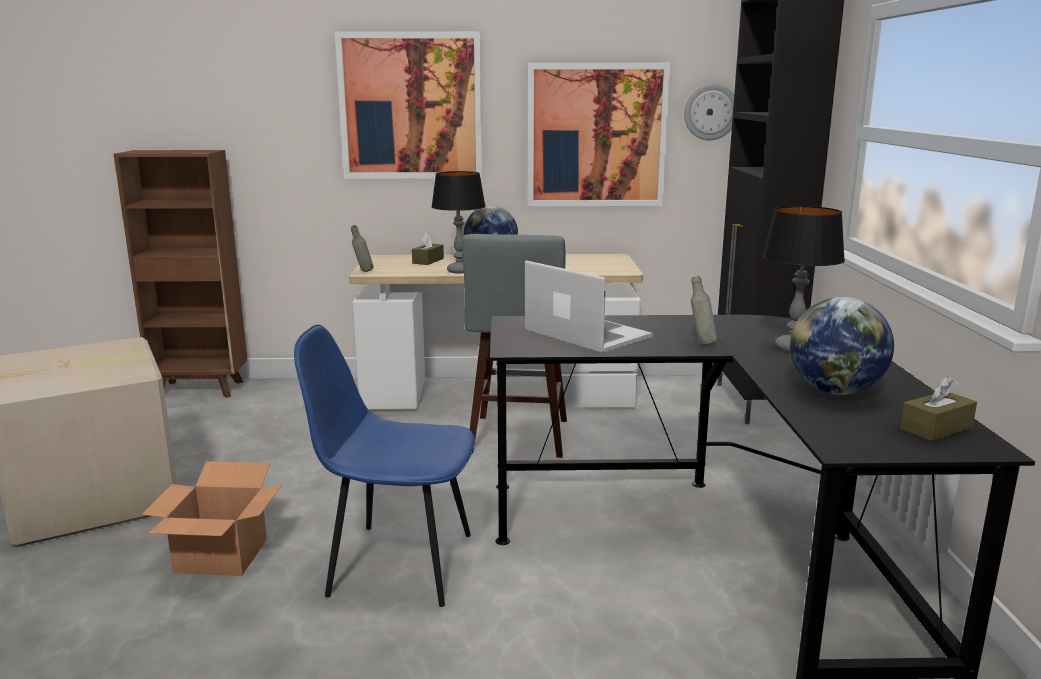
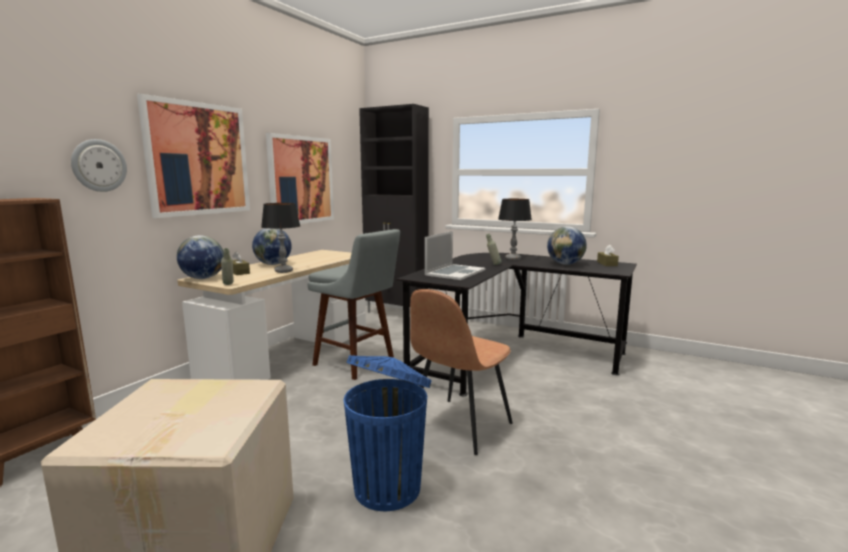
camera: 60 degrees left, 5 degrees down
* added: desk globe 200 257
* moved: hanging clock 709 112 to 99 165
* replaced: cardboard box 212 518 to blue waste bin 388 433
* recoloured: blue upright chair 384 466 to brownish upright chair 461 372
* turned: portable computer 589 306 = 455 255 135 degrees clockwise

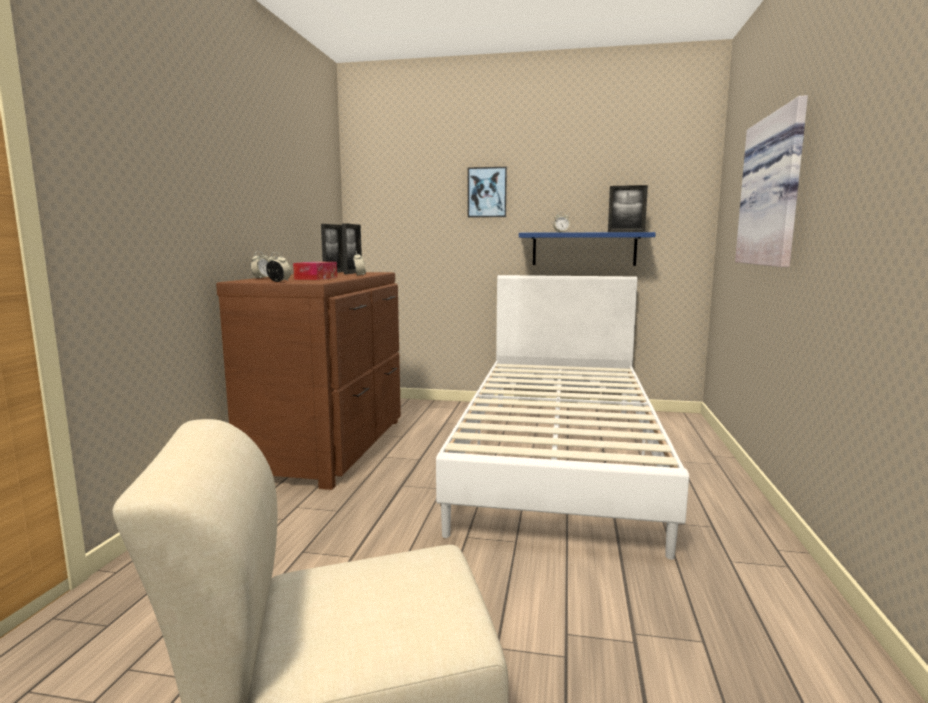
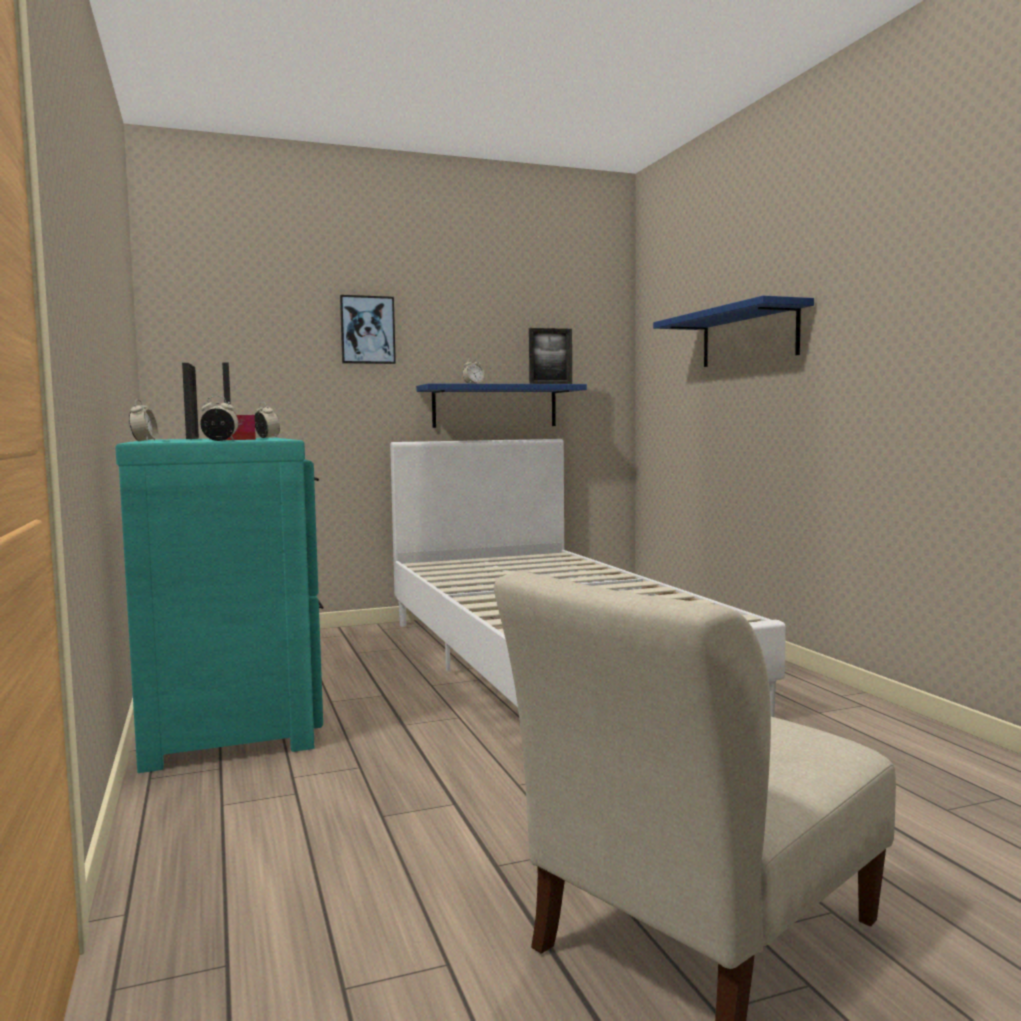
camera: 30 degrees left, 5 degrees down
* replaced: wall picture 771 181 to blue shelf 733 331
* recoloured: brownish dresser 308 381 to turquoise-coloured dresser 219 605

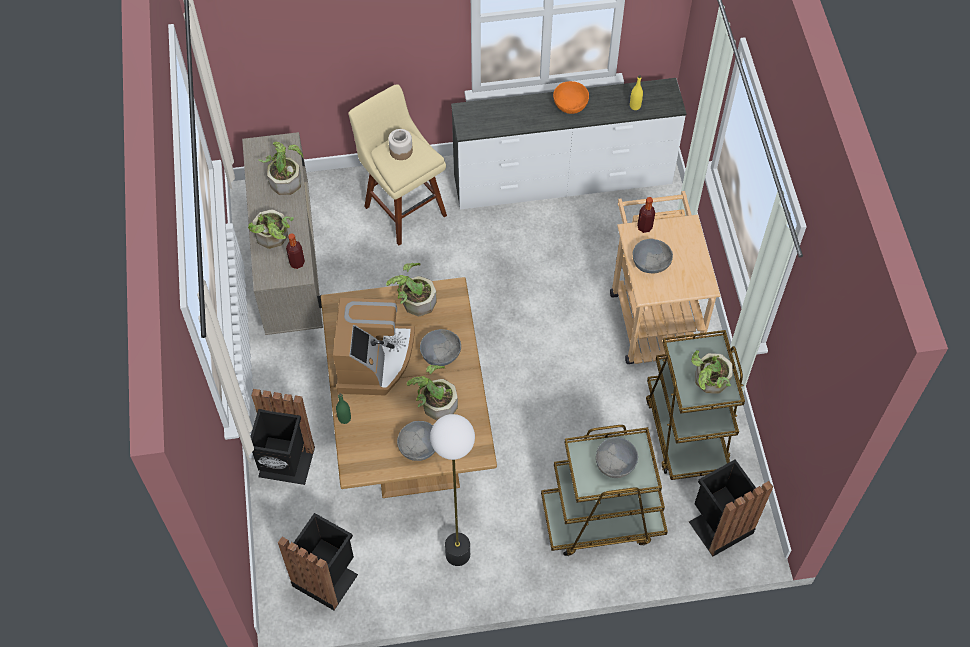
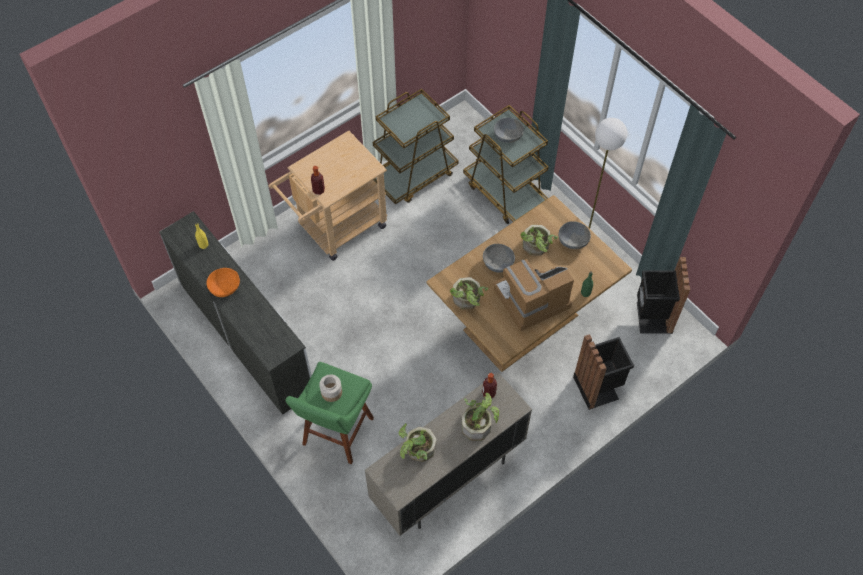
camera: 120 degrees left, 0 degrees up
* removed: gray deep dish 653 256
* removed: black waste bin 731 508
* removed: houseplant 712 372
* recoloured: sand-coloured stool seat 397 164 to green-coloured stool seat 329 413

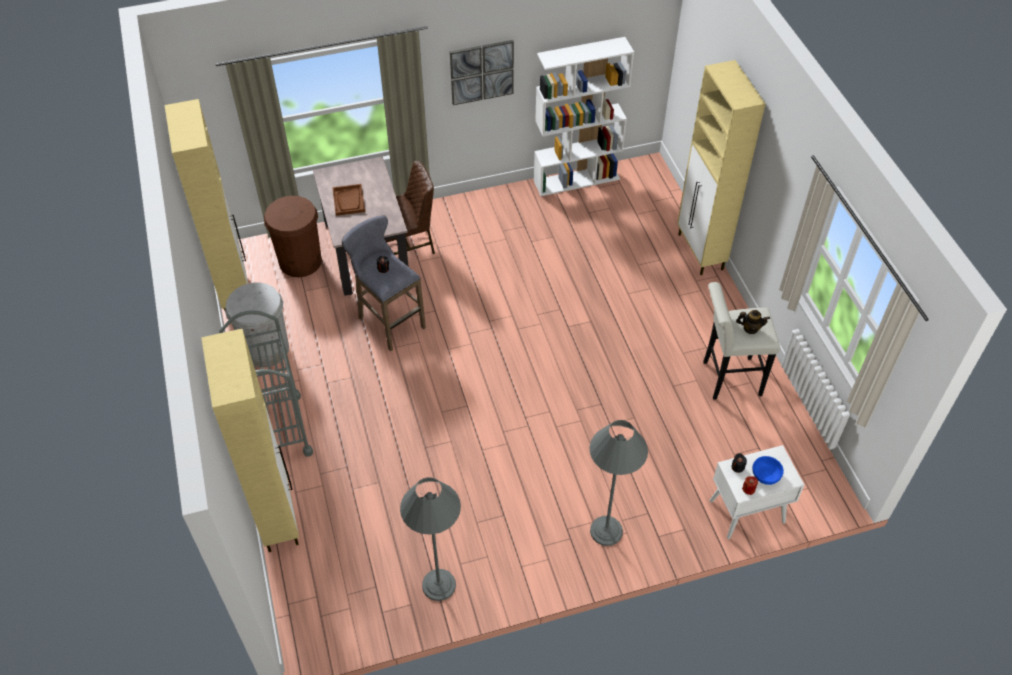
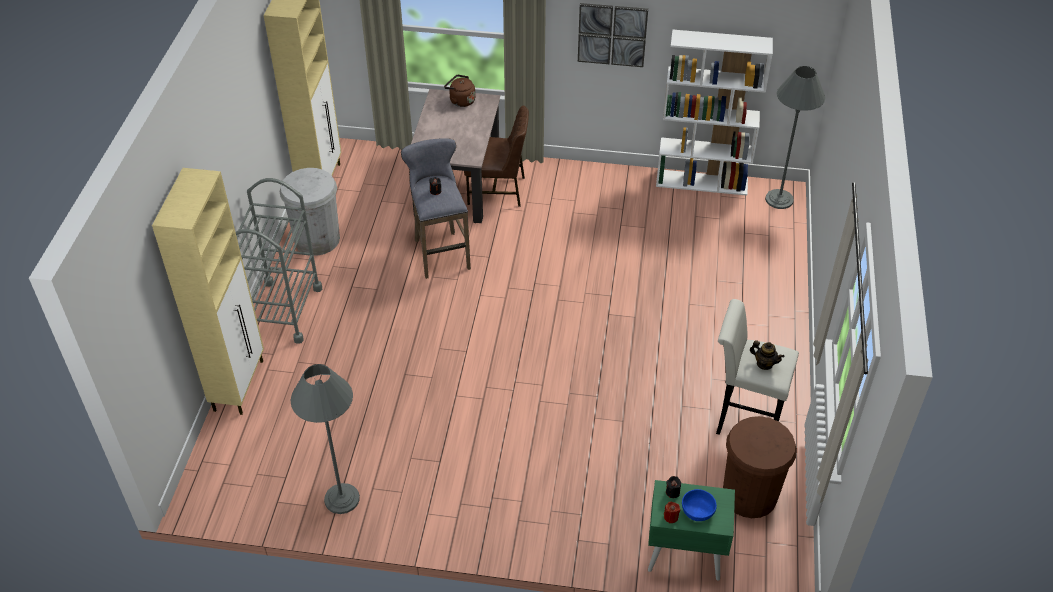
camera: 25 degrees right, 5 degrees down
* removed: brownish serving tray 348 200
* removed: sand-coloured cabinet 721 167
* added: brownish kettle 459 91
* moved: brownish waste bin 293 236 to 760 467
* moved: gray standard lamp 618 483 to 795 137
* recoloured: whitish nightstand 756 492 to green-coloured nightstand 691 530

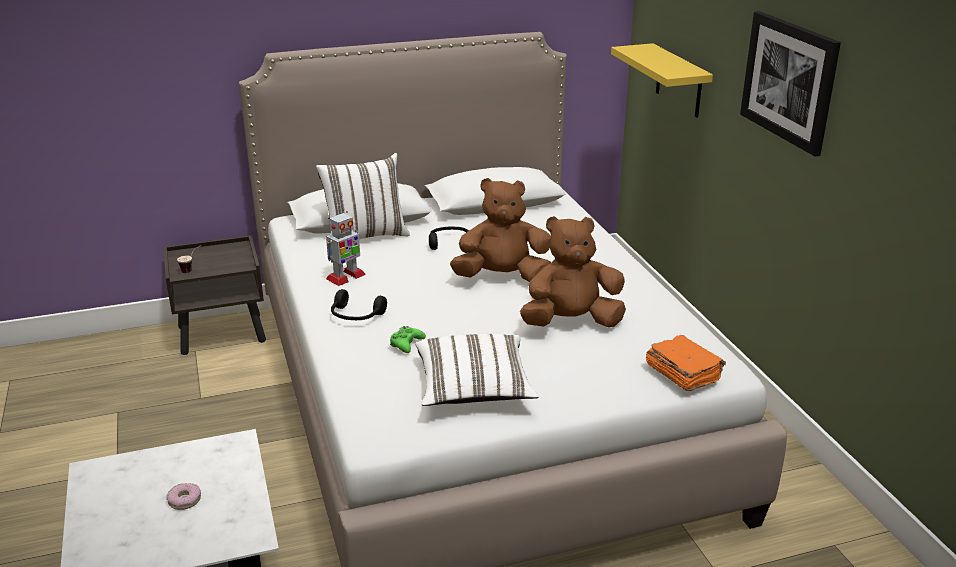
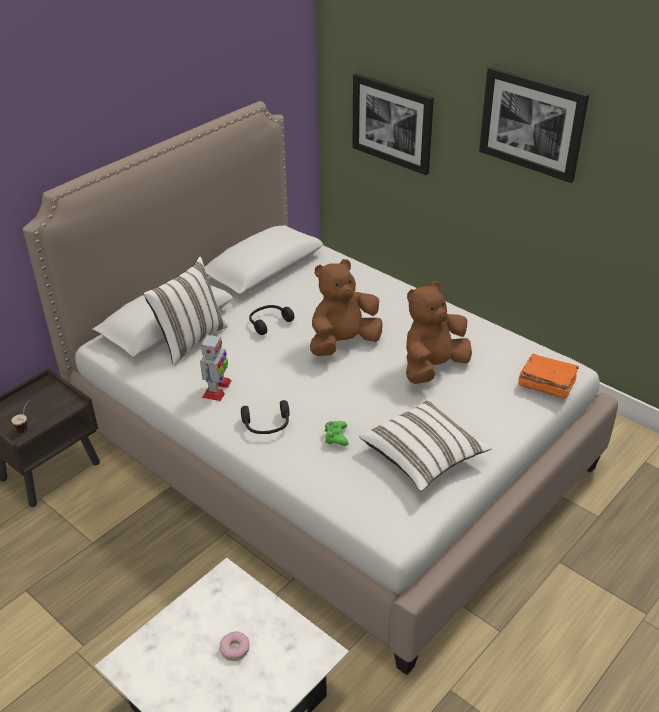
camera: 30 degrees left, 10 degrees up
* replaced: yellowish shelf 662 80 to wall picture 393 124

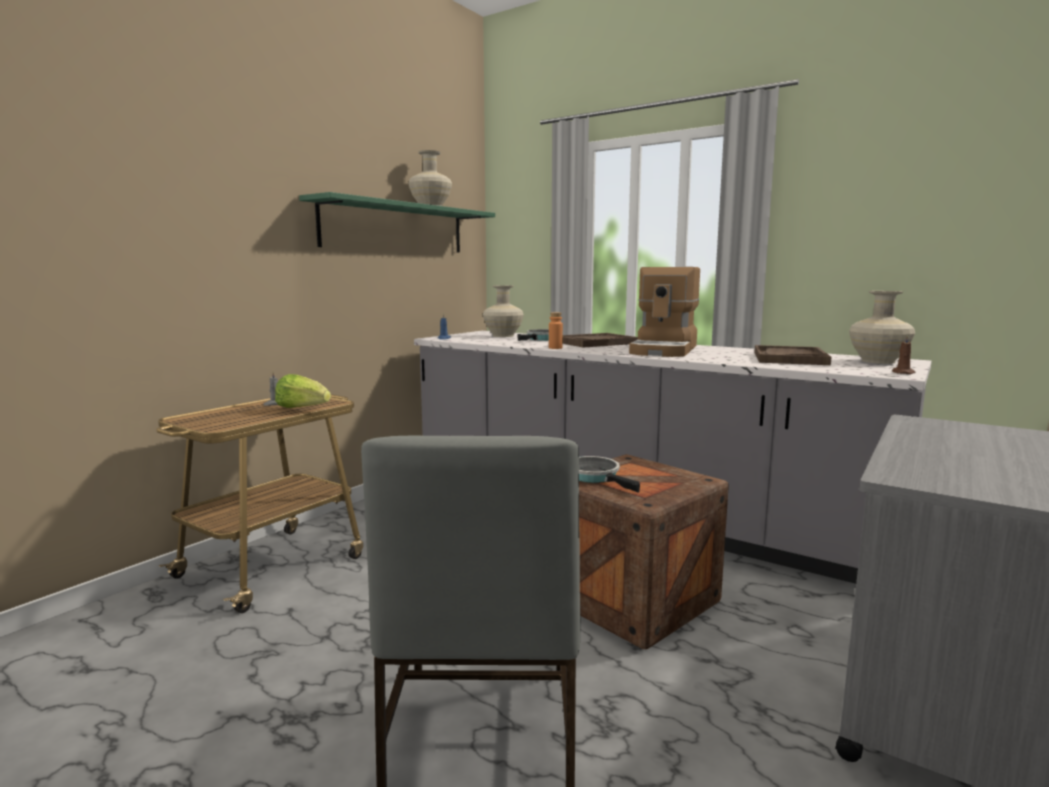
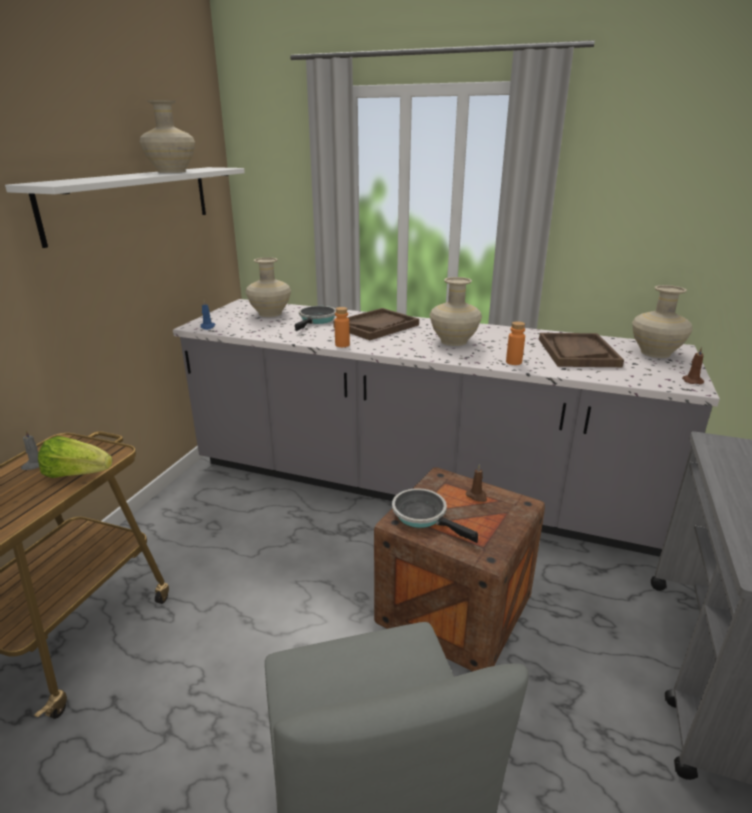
camera: 15 degrees left, 15 degrees up
* added: brownish wax candle 476 483
* added: orangey bottle 515 343
* replaced: coffee maker 664 312 to sand-coloured decorative vase 456 311
* recoloured: green-coloured shelf 397 222 to whitish shelf 125 207

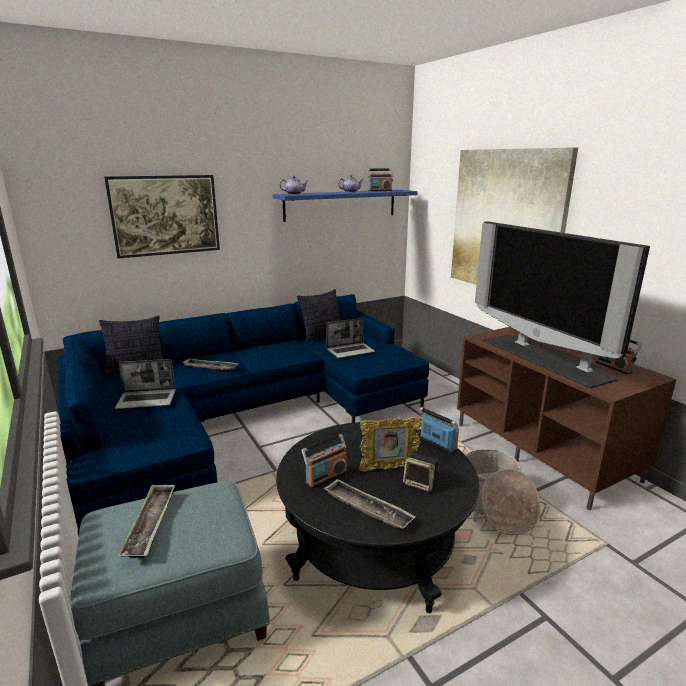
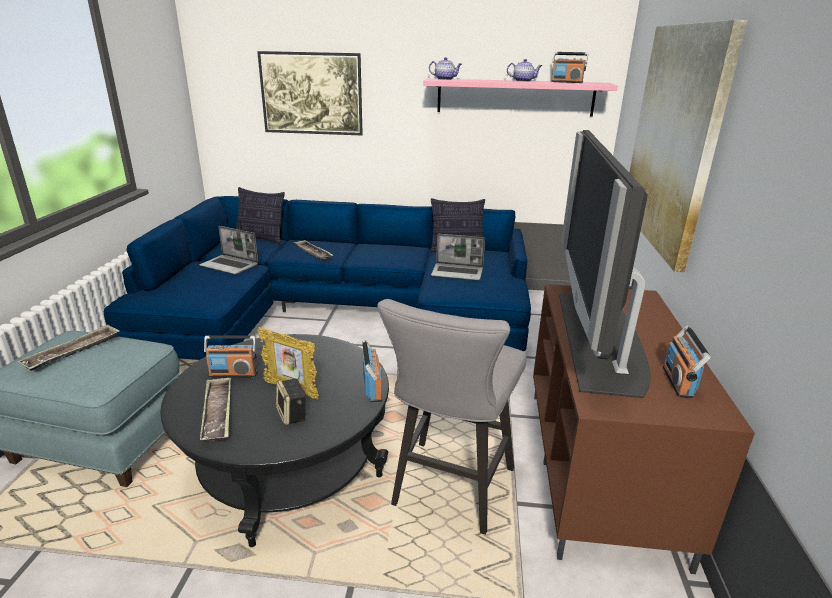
camera: 35 degrees right, 5 degrees up
* replaced: storage basket 502 492 to gray stool seat 452 417
* recoloured: blue shelf 345 206 to pink shelf 520 97

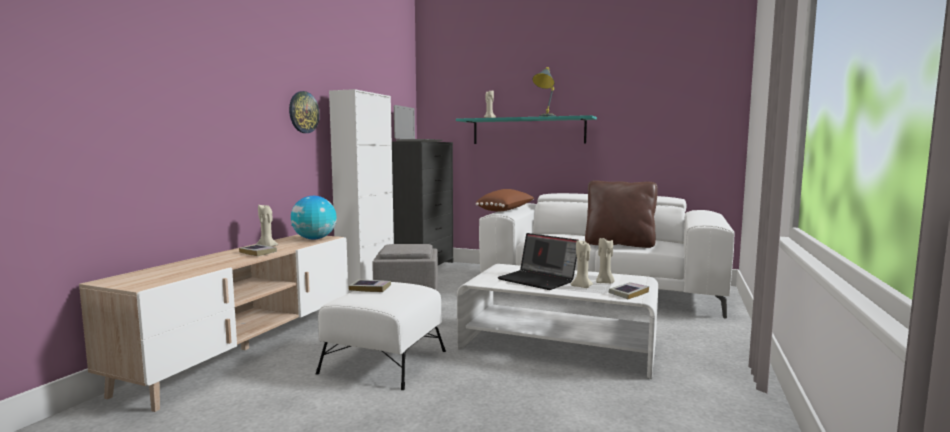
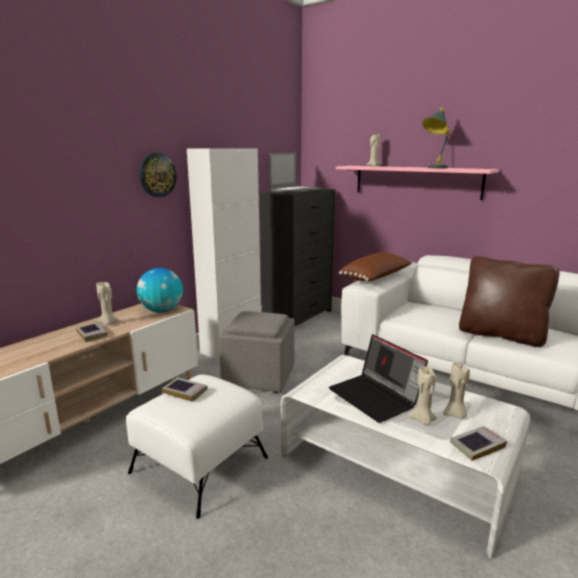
camera: 15 degrees right, 10 degrees up
* recoloured: turquoise-coloured shelf 526 129 to pink shelf 417 183

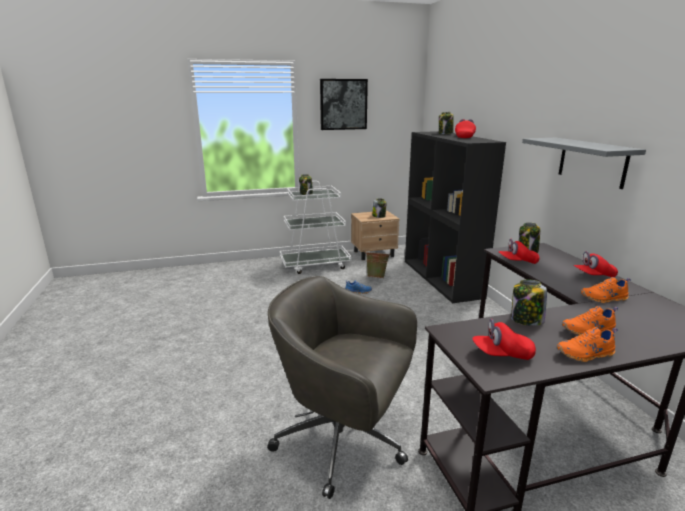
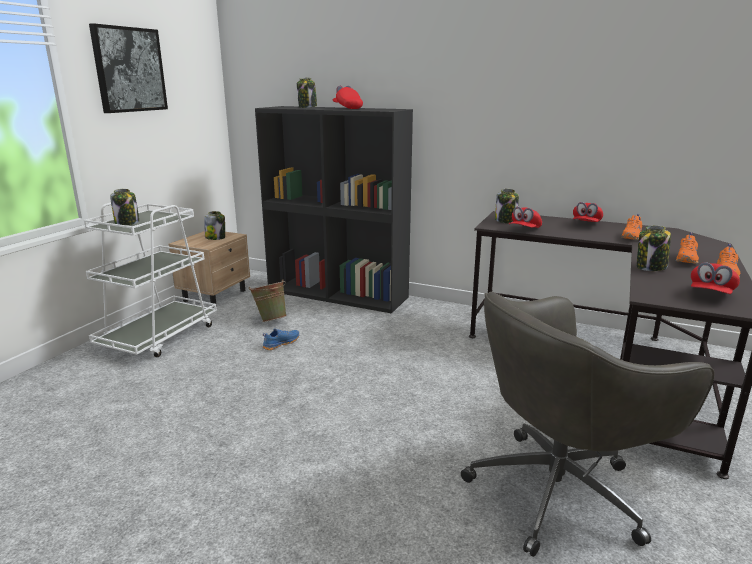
camera: 50 degrees left, 0 degrees up
* removed: gray shelf 584 163

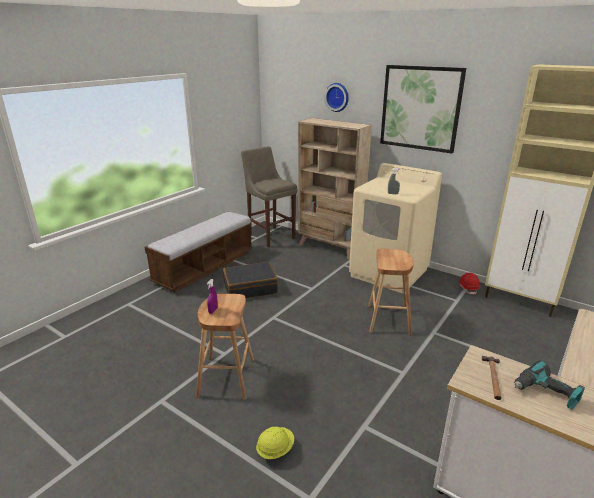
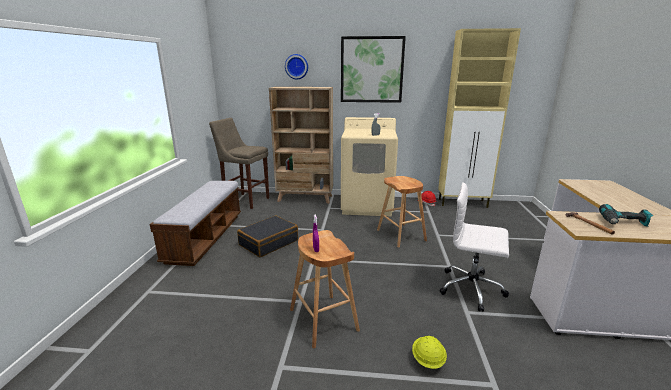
camera: 30 degrees left, 5 degrees down
* added: whitish desk chair 474 246

